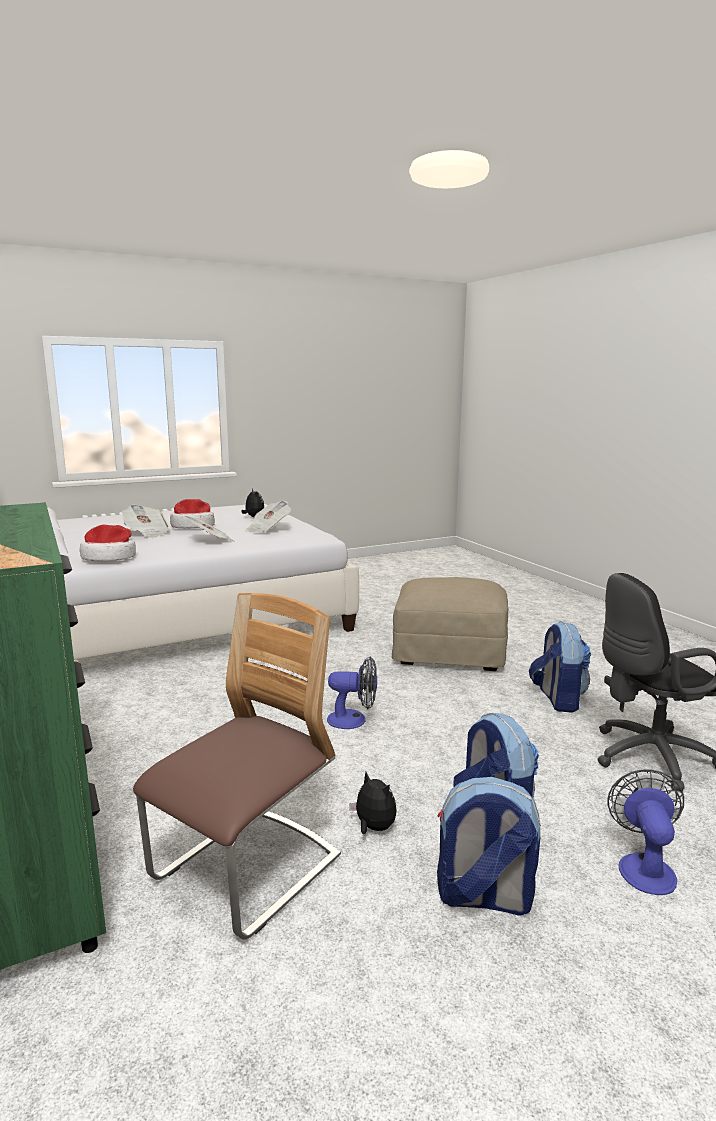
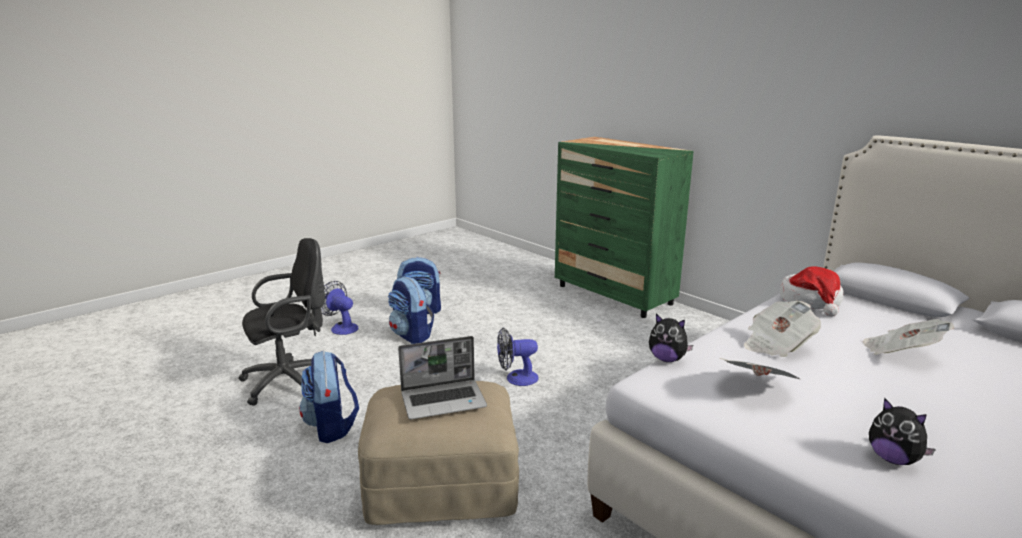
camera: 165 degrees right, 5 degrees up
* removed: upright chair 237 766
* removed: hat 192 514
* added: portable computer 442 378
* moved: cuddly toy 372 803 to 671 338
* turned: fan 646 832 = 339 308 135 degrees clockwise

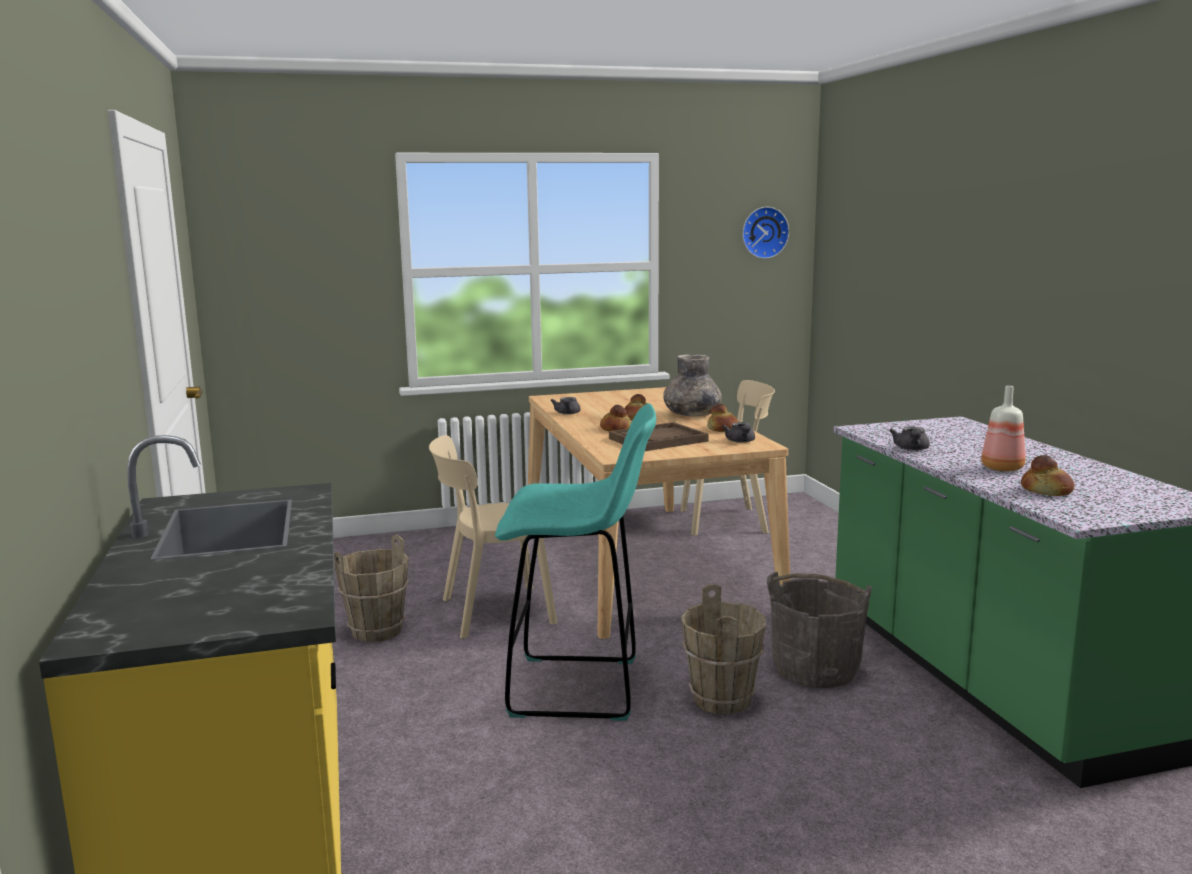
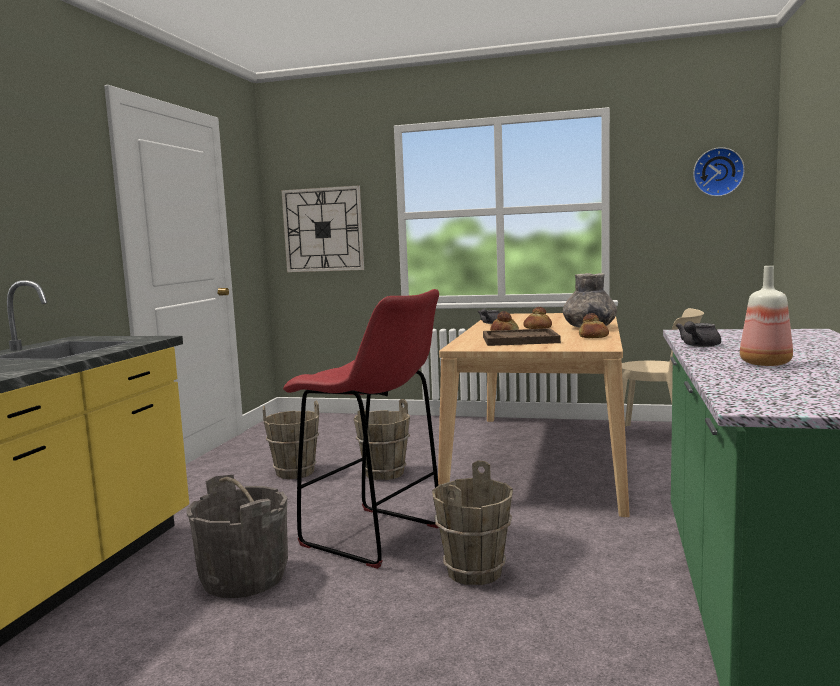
camera: 30 degrees right, 5 degrees down
* removed: gray teapot 738 432
* removed: bread 1047 475
* added: hanging clock 323 228
* moved: gray pail 819 630 to 237 536
* replaced: sand-coloured upright chair 493 537 to brownish pail 382 439
* recoloured: turquoise-coloured stool seat 575 562 to red-coloured stool seat 361 429

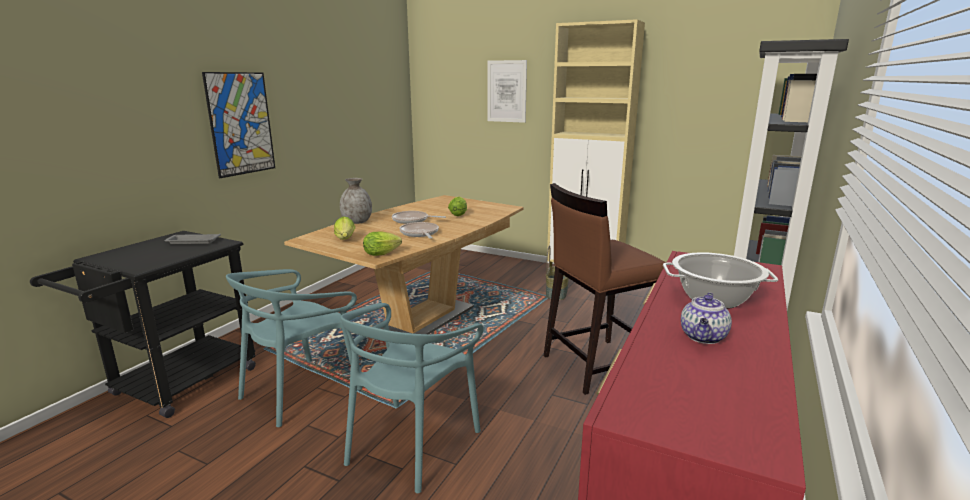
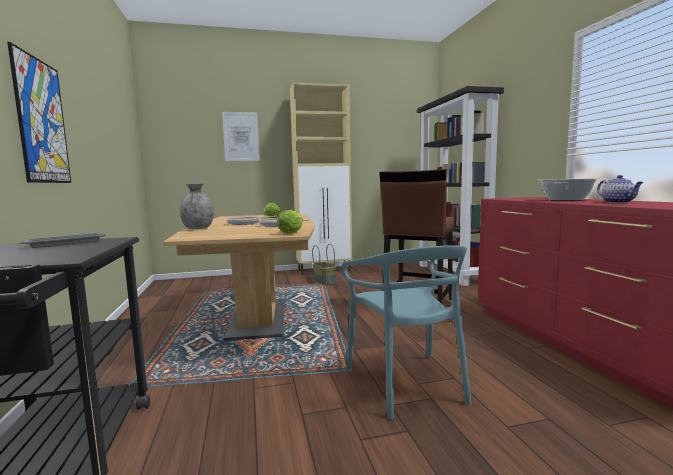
camera: 40 degrees left, 10 degrees down
* removed: turquoise-coloured upright chair 294 348
* removed: lettuce head 344 228

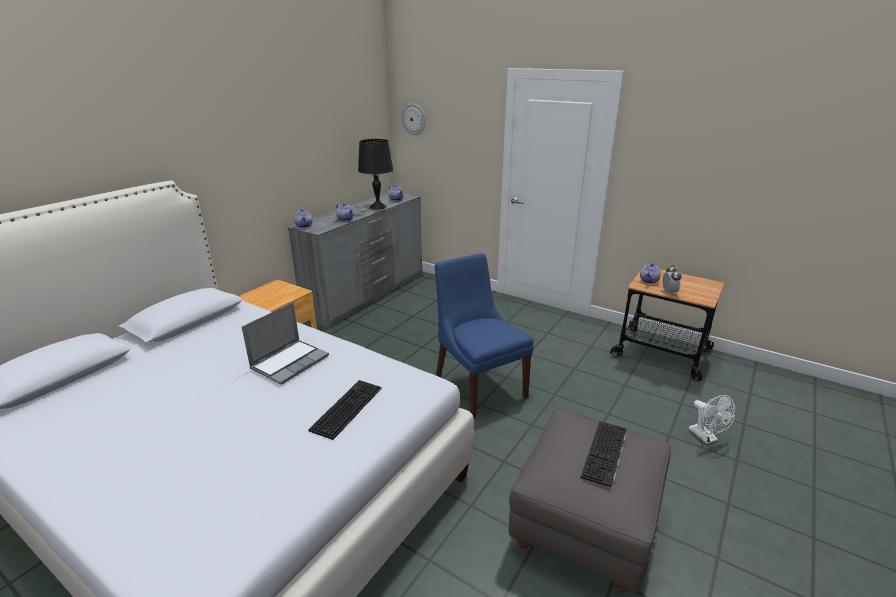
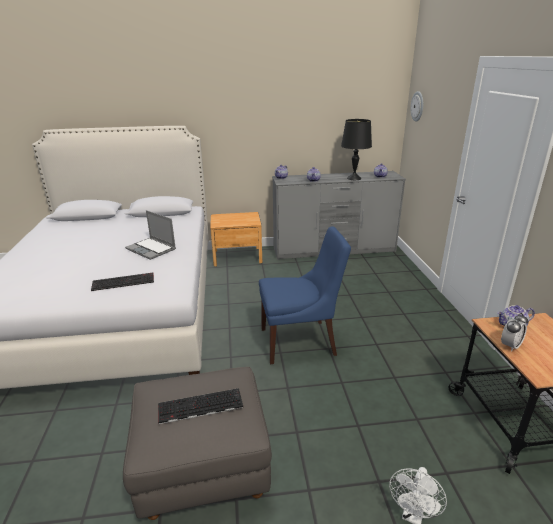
camera: 50 degrees right, 0 degrees up
* turned: portable computer 285 343 = 150 235 45 degrees clockwise
* turned: blue upright chair 484 335 = 305 295 60 degrees clockwise

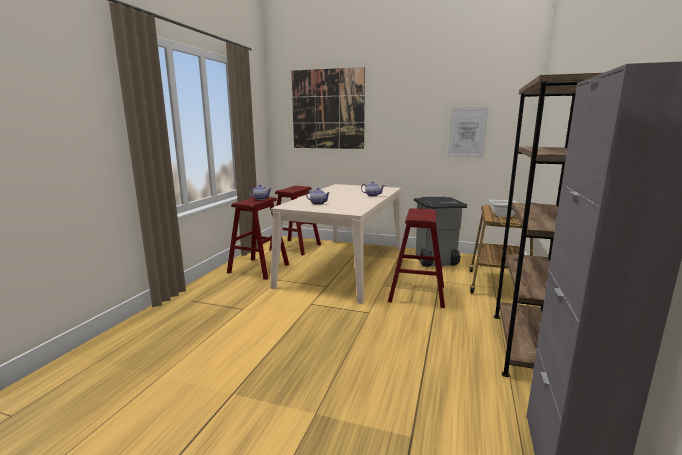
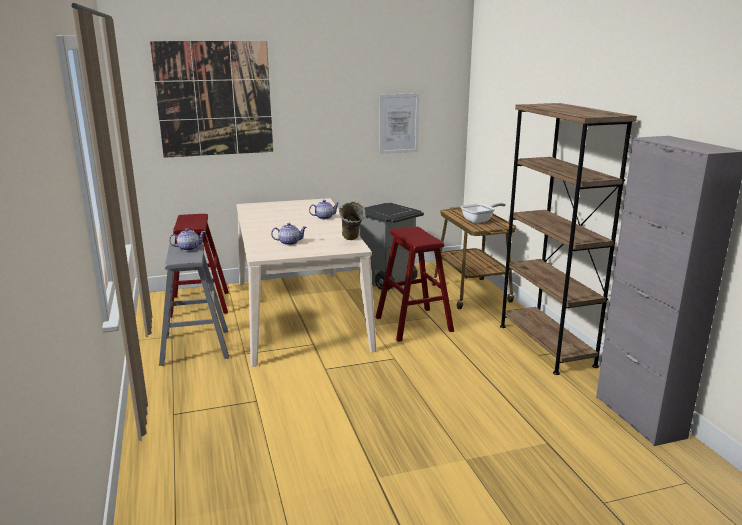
camera: 35 degrees left, 5 degrees up
* added: sand-coloured decorative vase 352 220
* recoloured: red-coloured stool seat 258 238 to gray stool seat 194 304

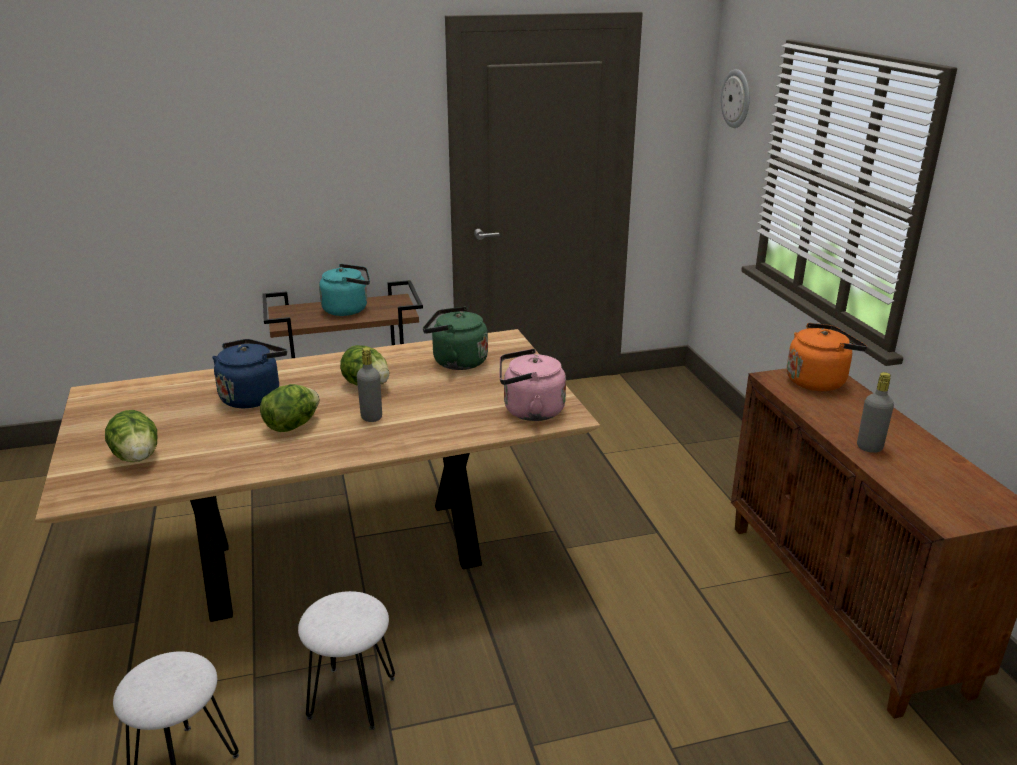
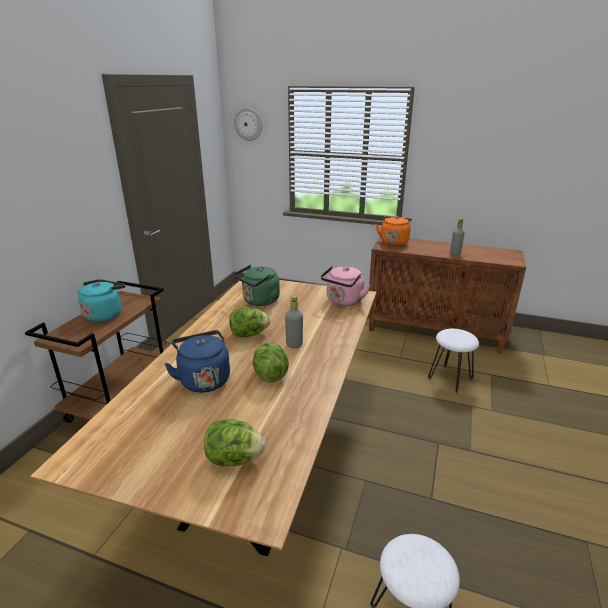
camera: 55 degrees left, 0 degrees up
* moved: whitish stool seat 346 660 to 453 361

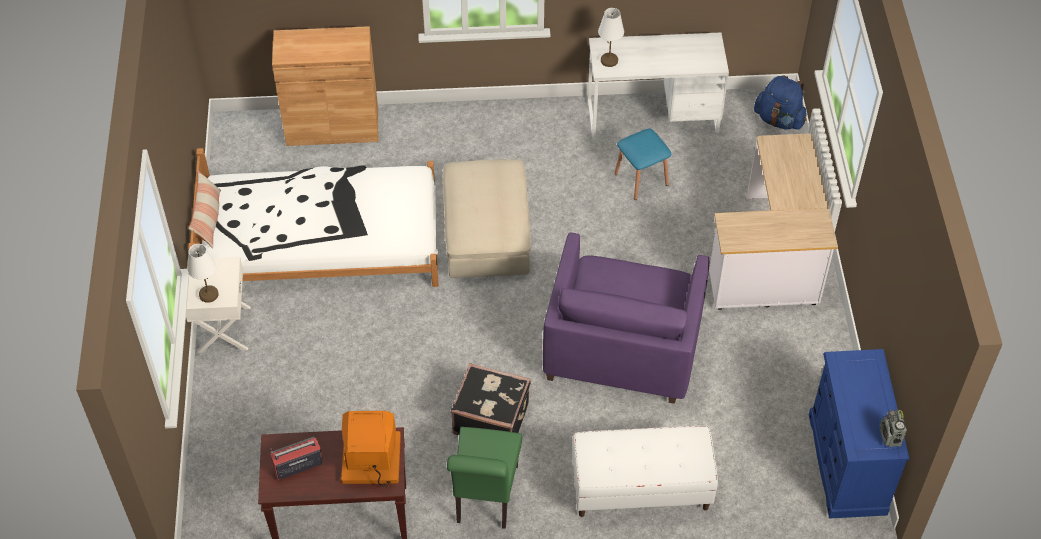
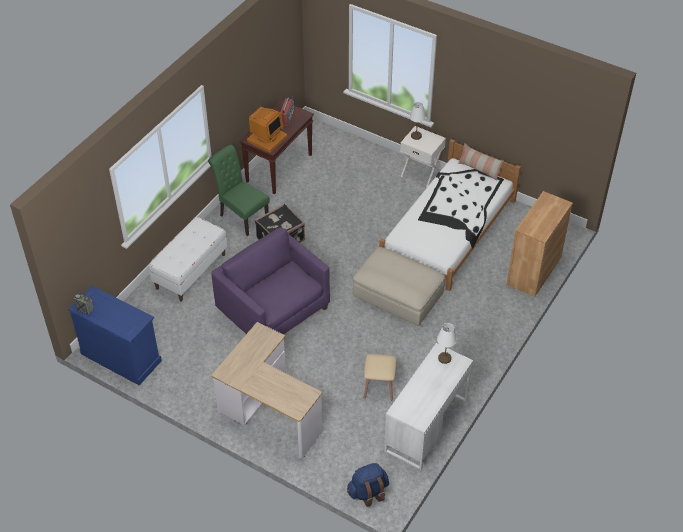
camera: 125 degrees right, 5 degrees down
* recoloured: blue stool seat 642 164 to sand-coloured stool seat 380 377

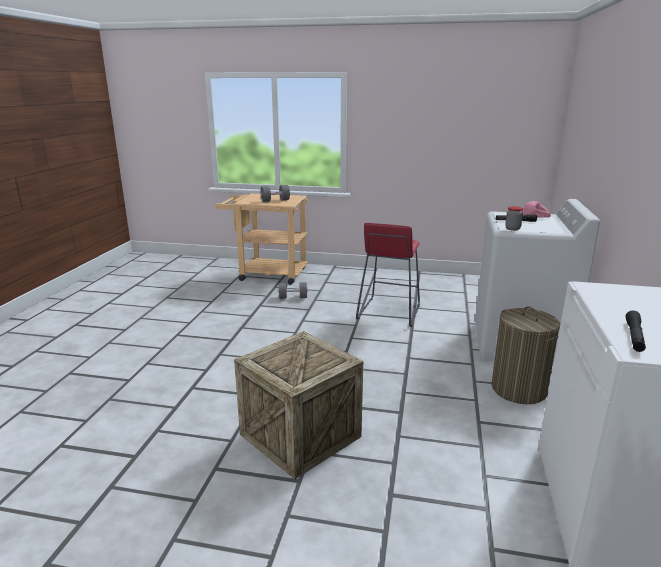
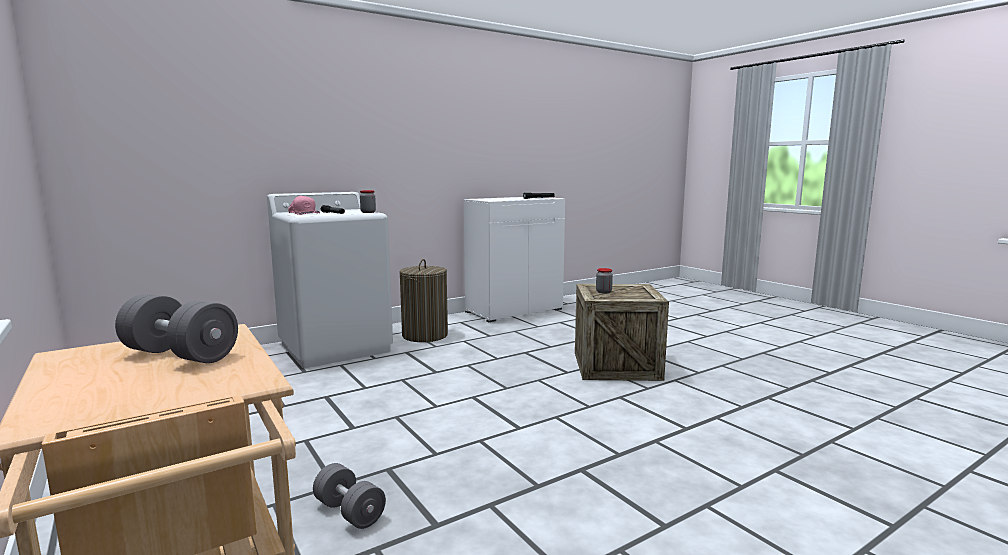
camera: 135 degrees left, 10 degrees down
* removed: red-coloured stool seat 388 275
* added: preserve jar 604 280

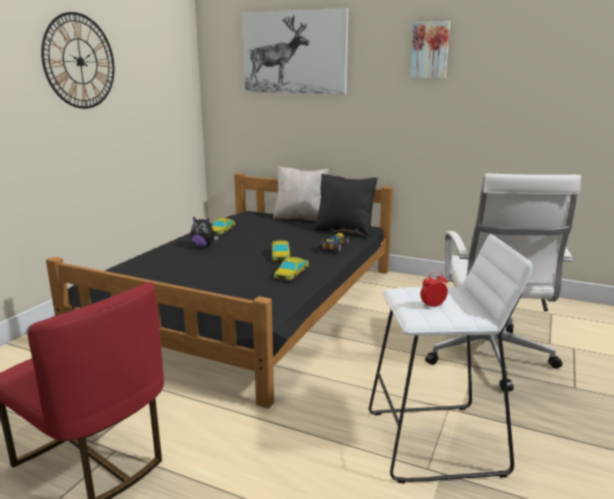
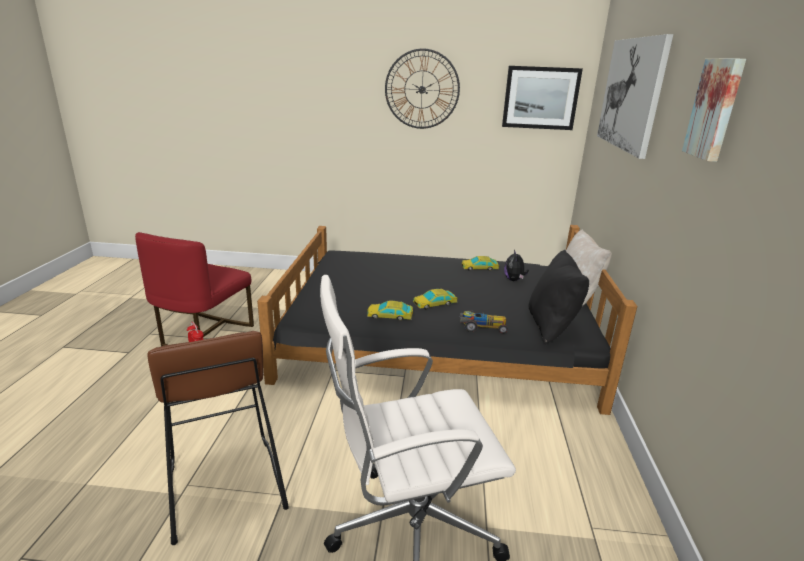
camera: 70 degrees right, 5 degrees up
* added: wall picture 542 98
* moved: cuddly toy 204 232 to 516 265
* recoloured: whitish stool seat 451 358 to brownish stool seat 218 438

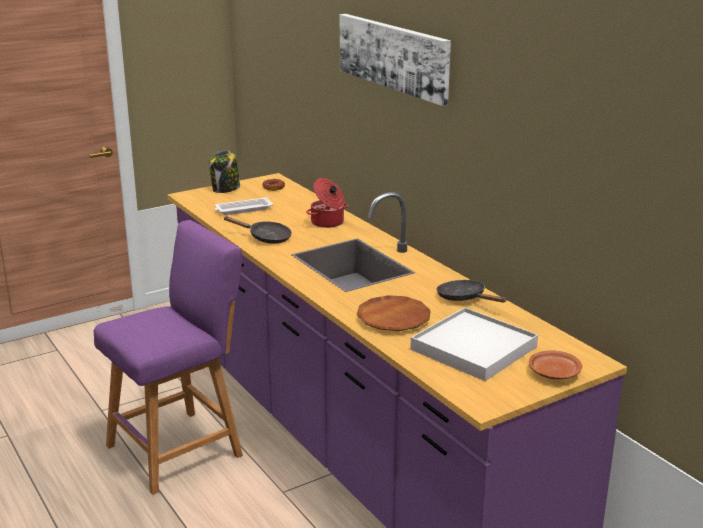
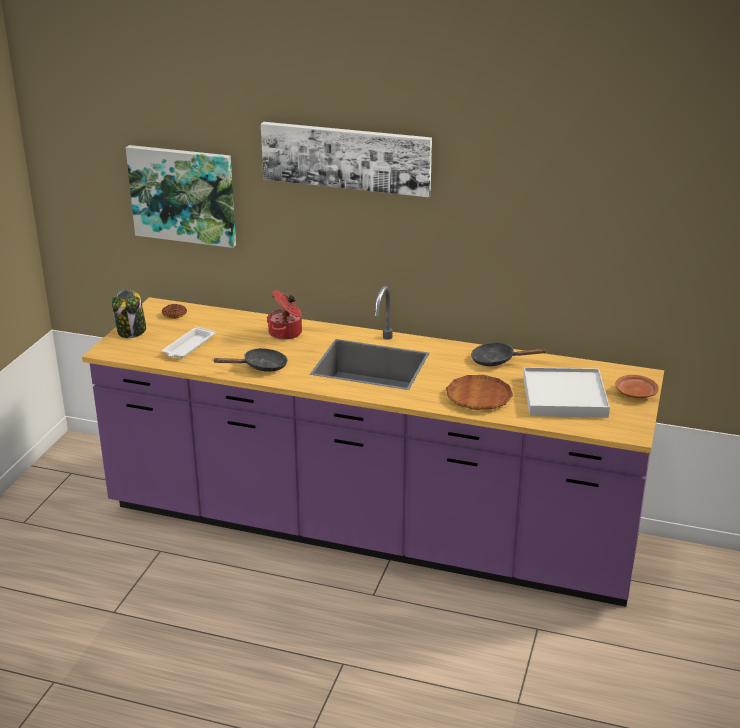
camera: 40 degrees left, 5 degrees up
* removed: purple-coloured stool seat 168 357
* added: wall picture 181 196

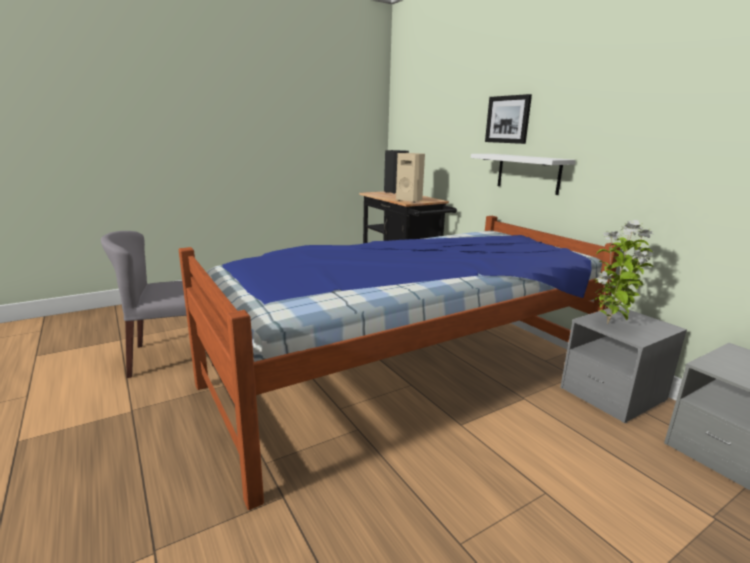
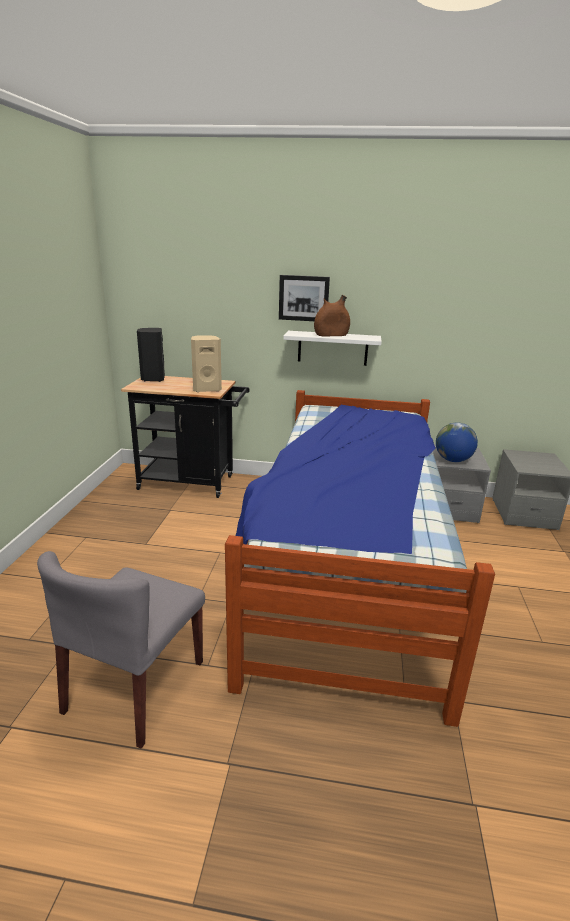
camera: 50 degrees left, 5 degrees up
* added: brownish decorative vase 332 316
* replaced: houseplant 624 272 to desk globe 457 442

